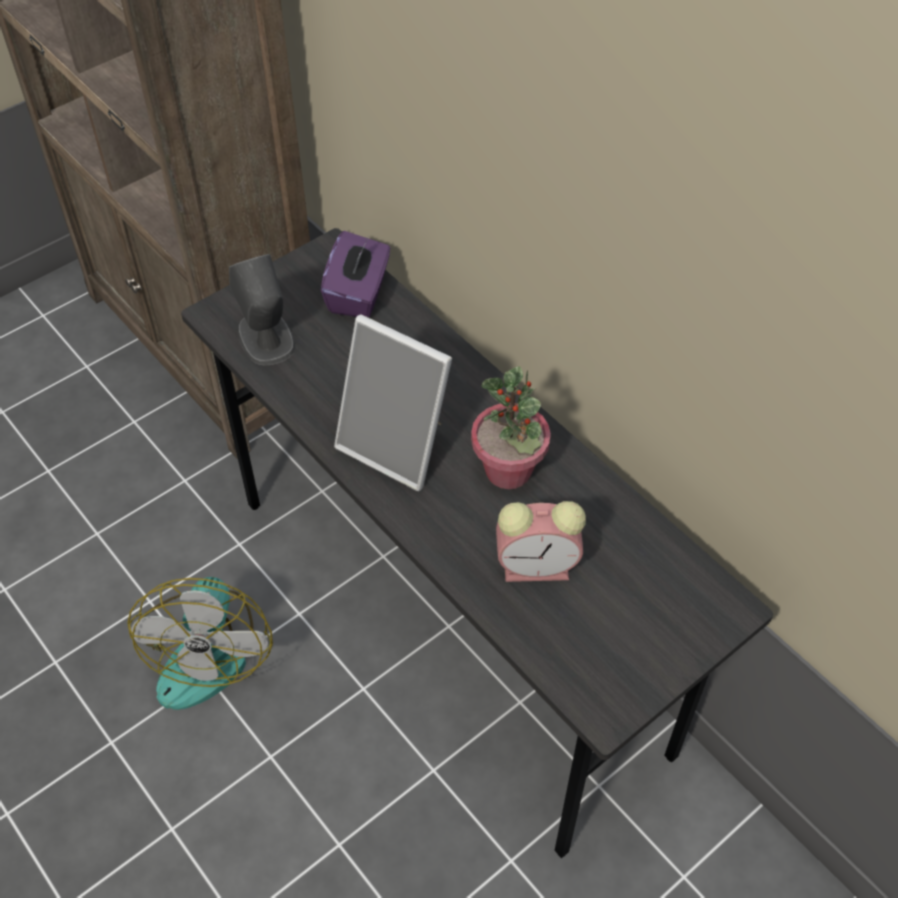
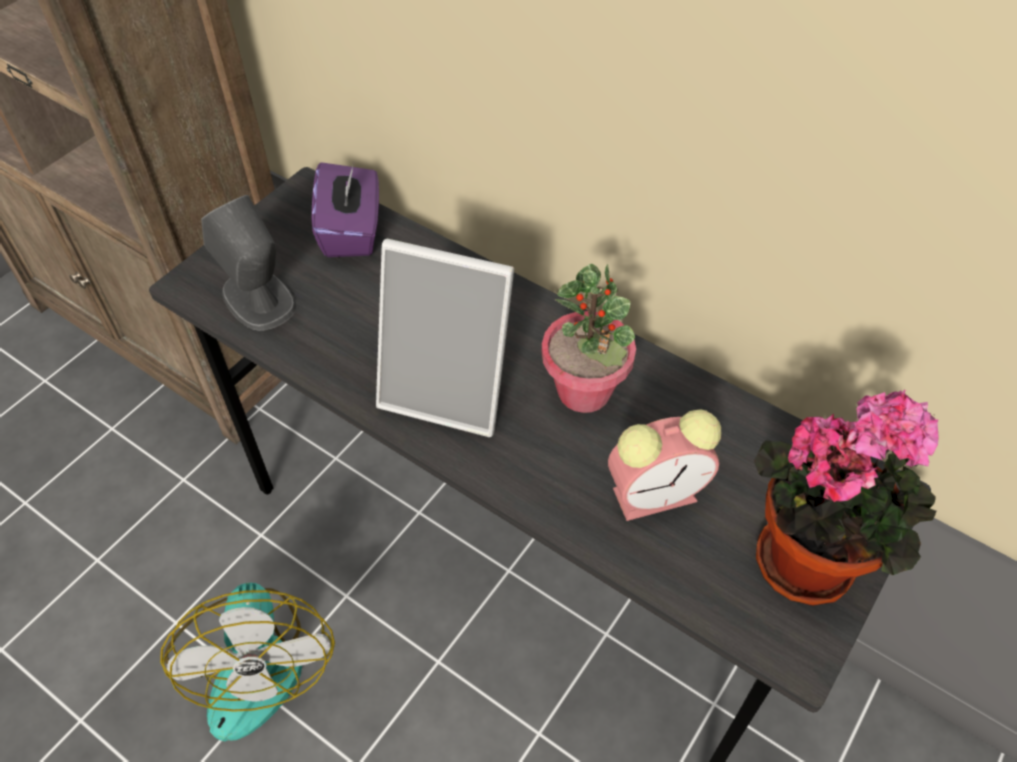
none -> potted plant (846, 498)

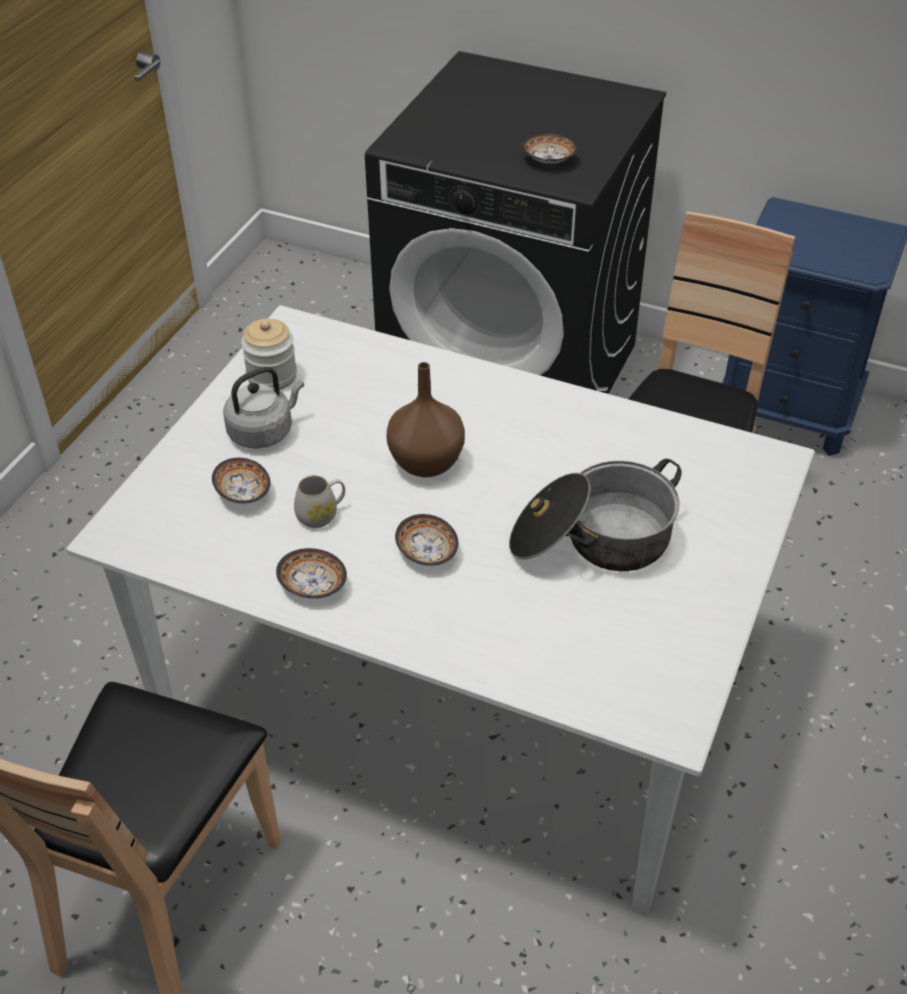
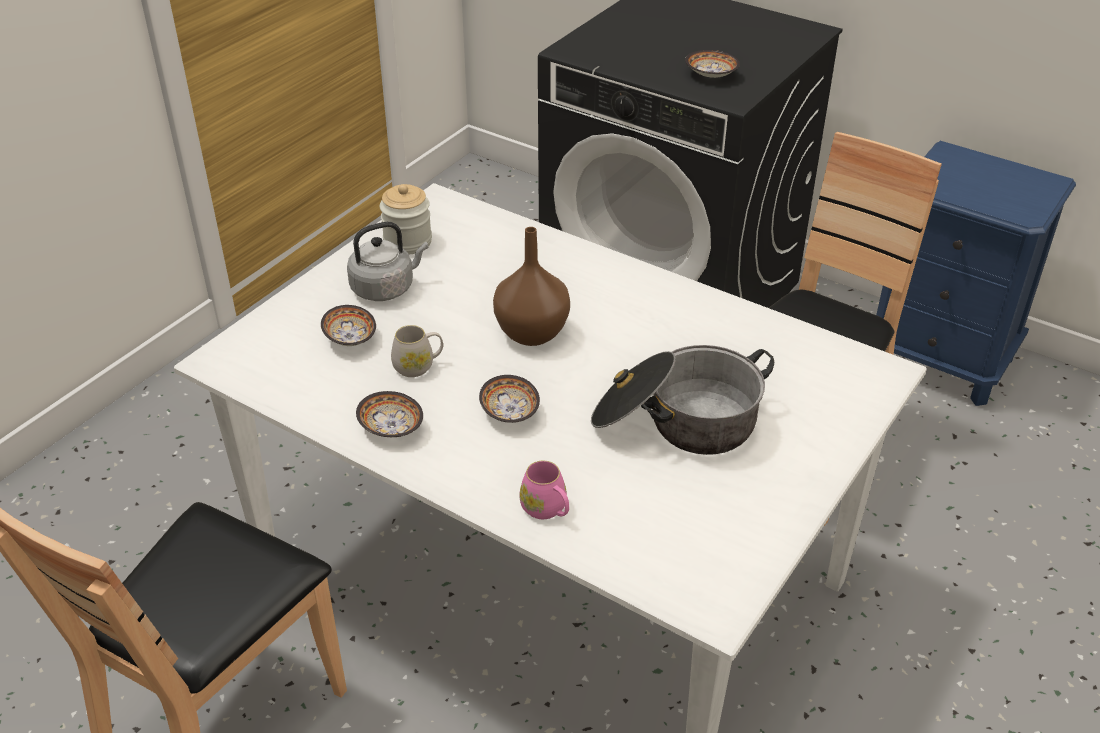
none -> mug/pink (544, 490)

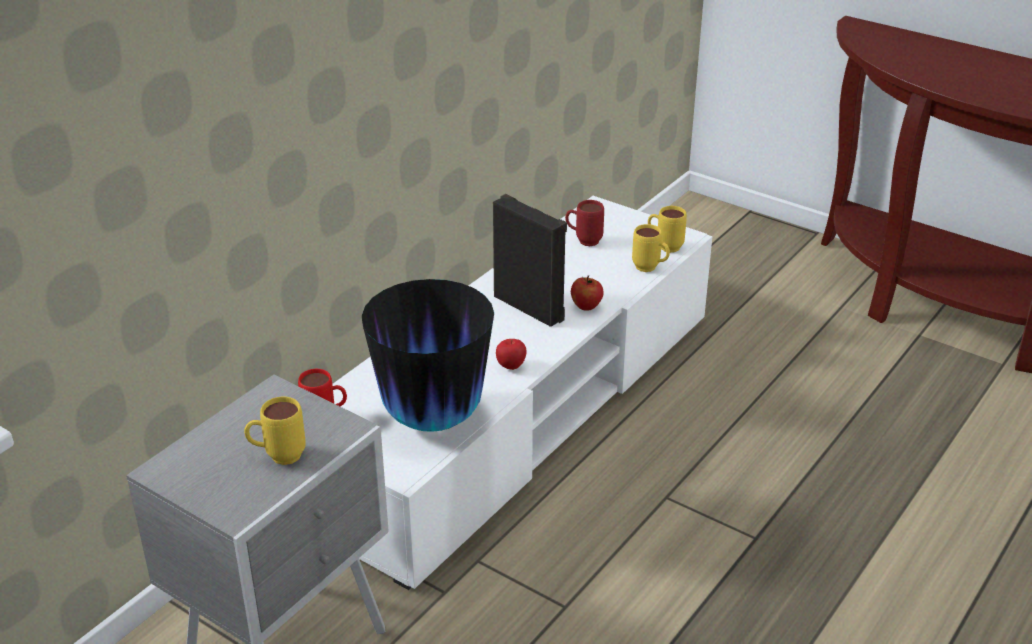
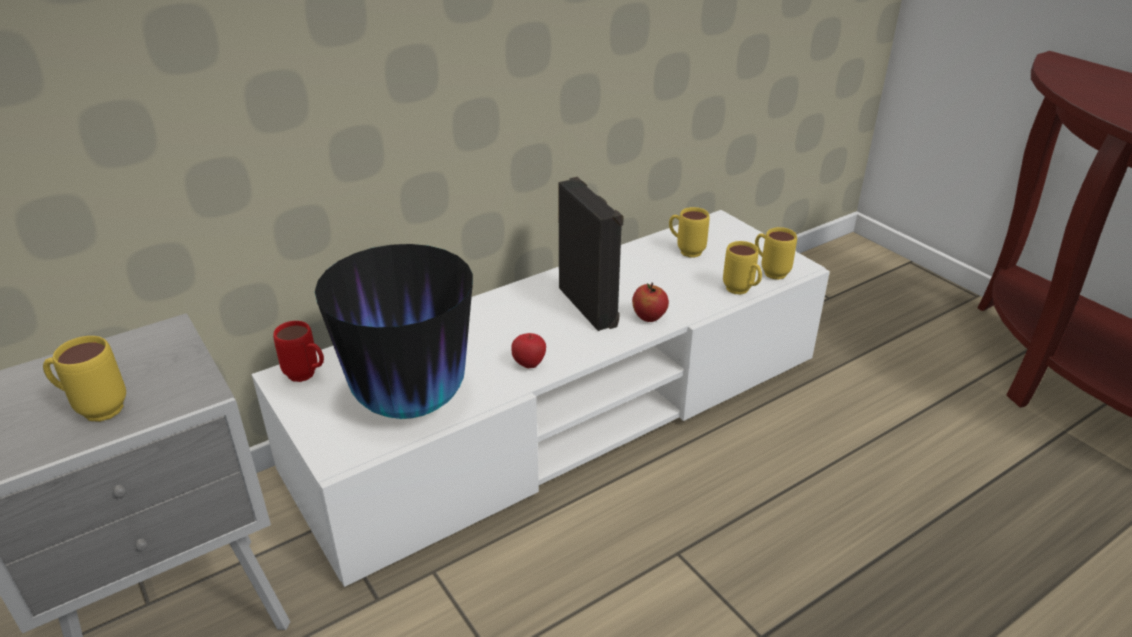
mug/red (584, 223) -> mug/yellow (689, 232)

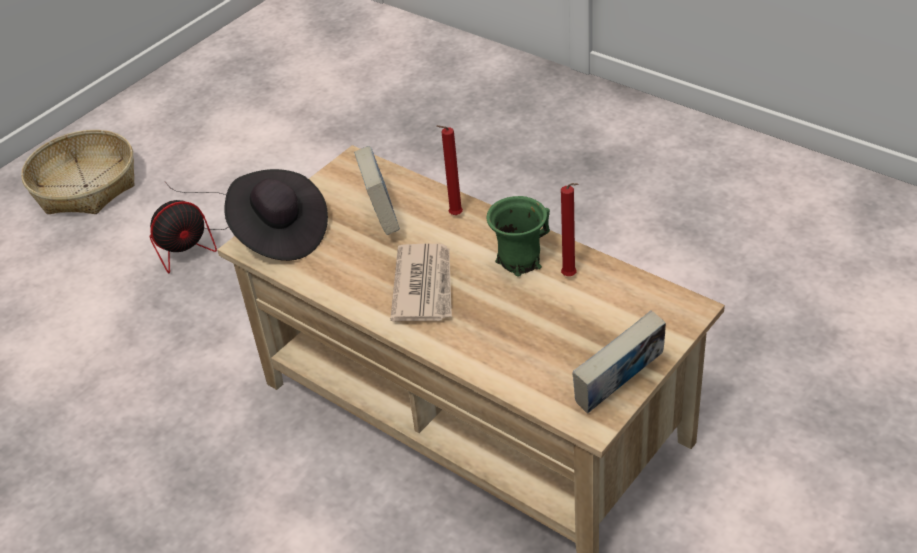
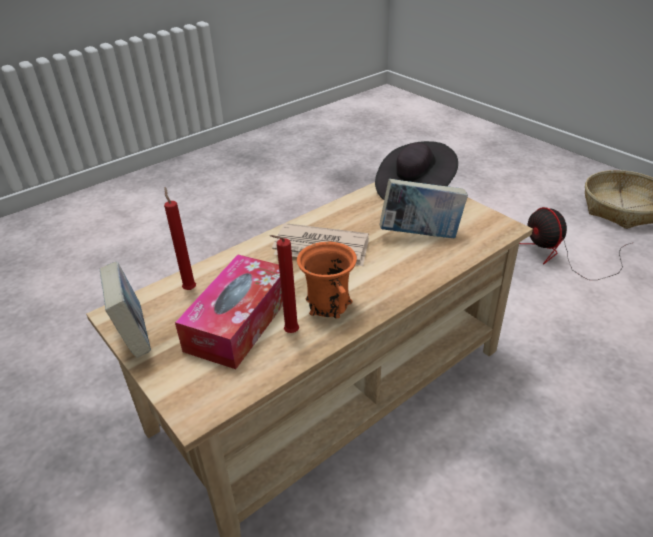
candle/red (449, 170) -> candle/red (180, 238), move
mug/green (518, 236) -> mug/orange (327, 280)
none -> tissue box (229, 312)

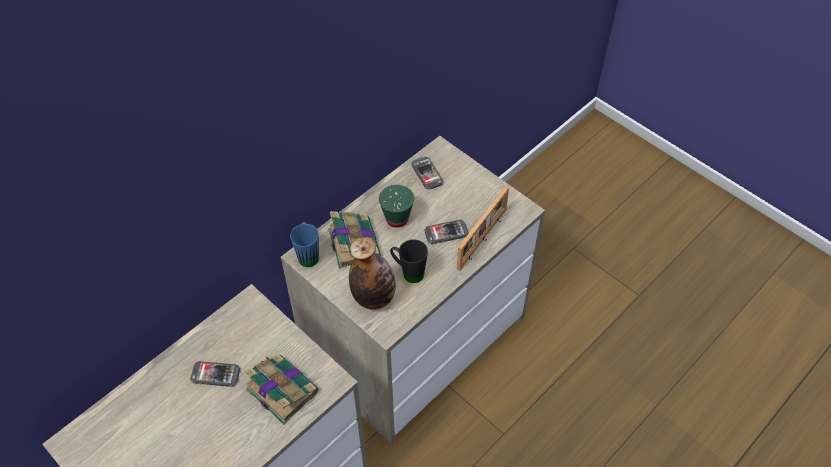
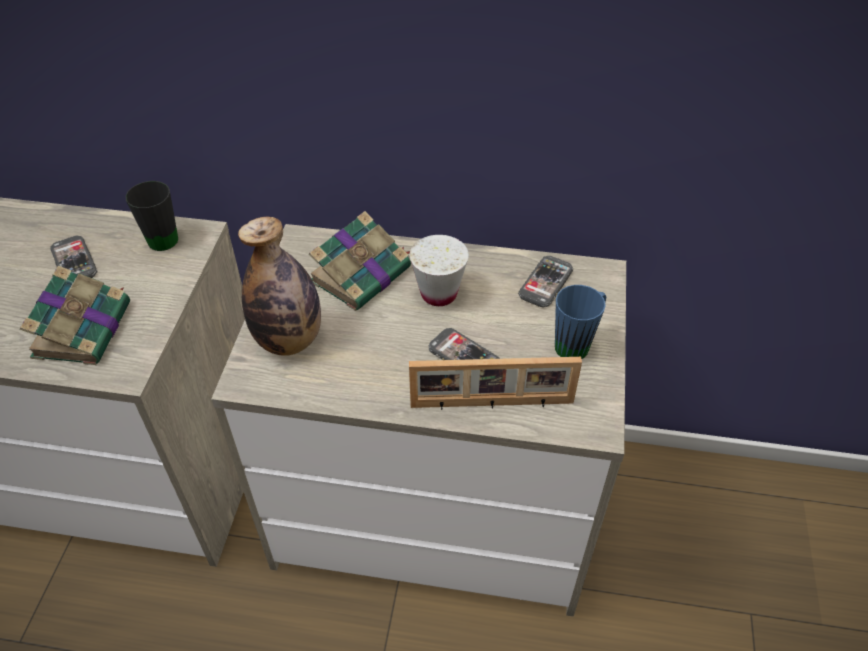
mug/blue (304, 244) -> mug/blue (580, 322), move
cup/green (396, 206) -> cup/white (439, 270)
mug/black (409, 261) -> mug/black (152, 216), move

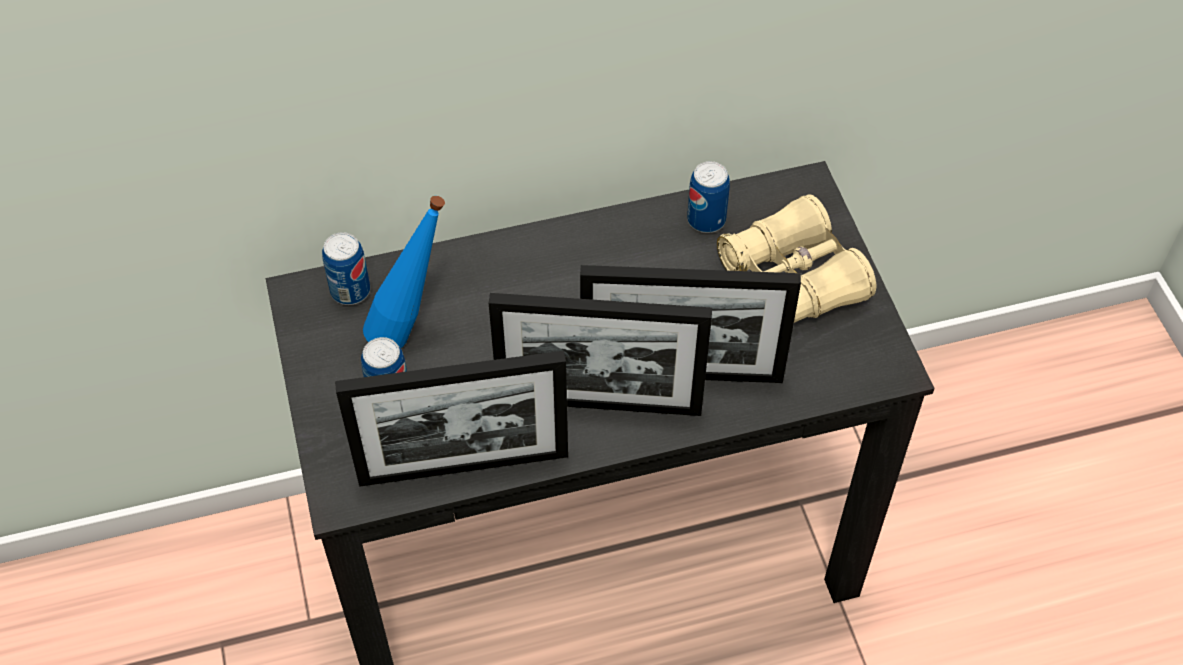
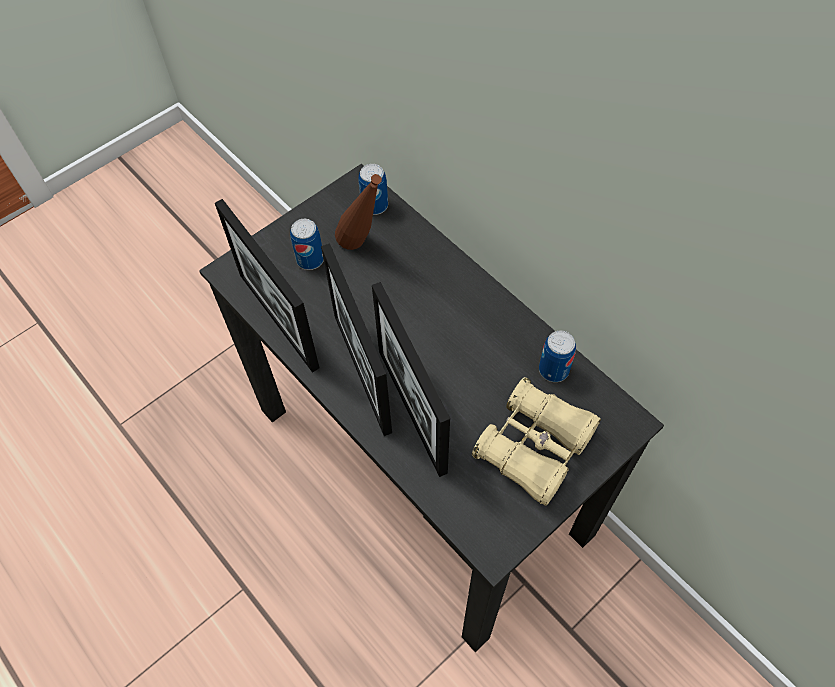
bottle/blue (404, 272) -> bottle/brown (358, 212)

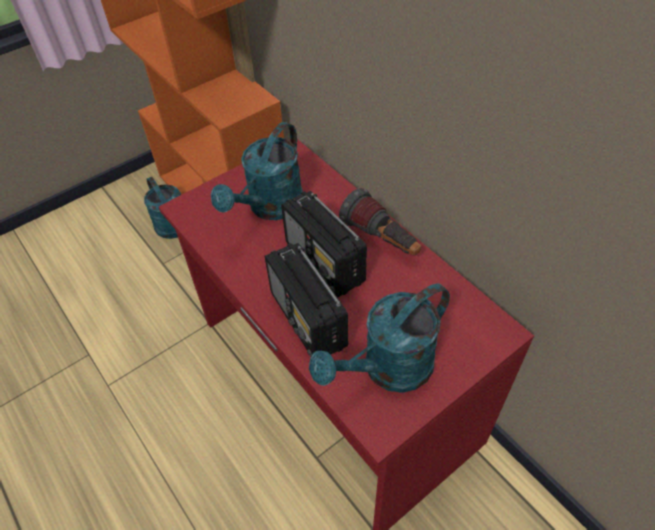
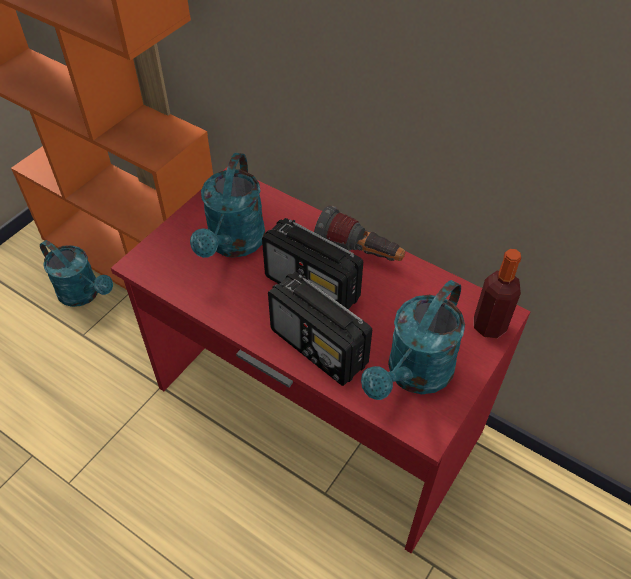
none -> bottle (497, 293)

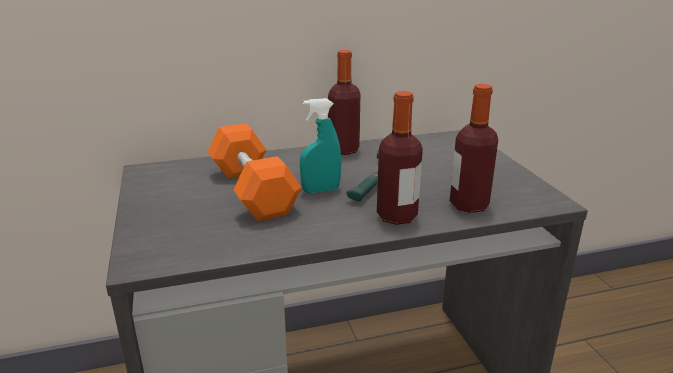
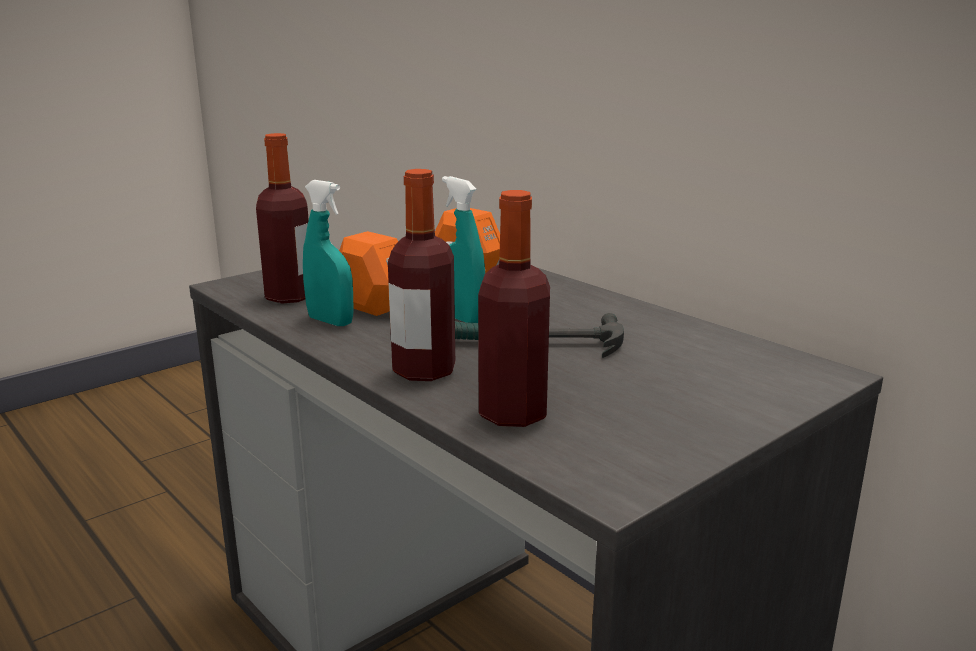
bottle (344, 102) -> bottle (282, 218), move
none -> spray bottle/turquoise (328, 253)

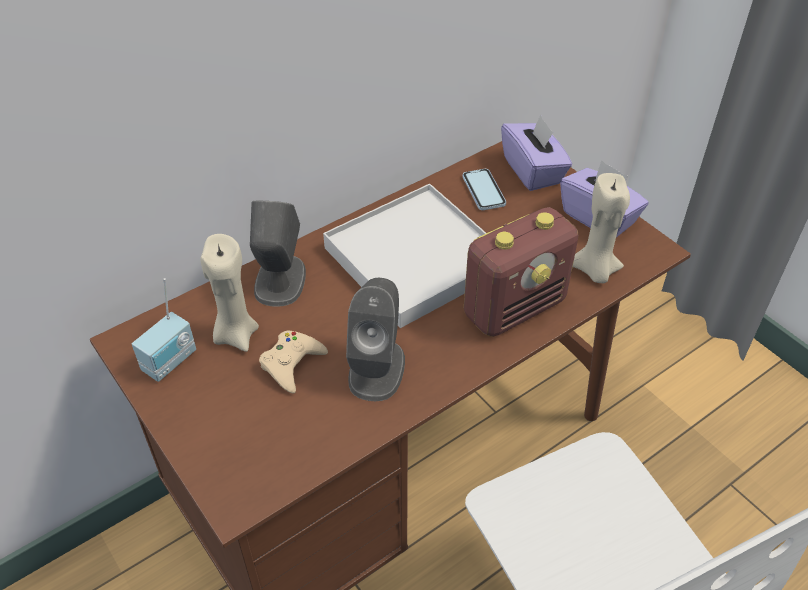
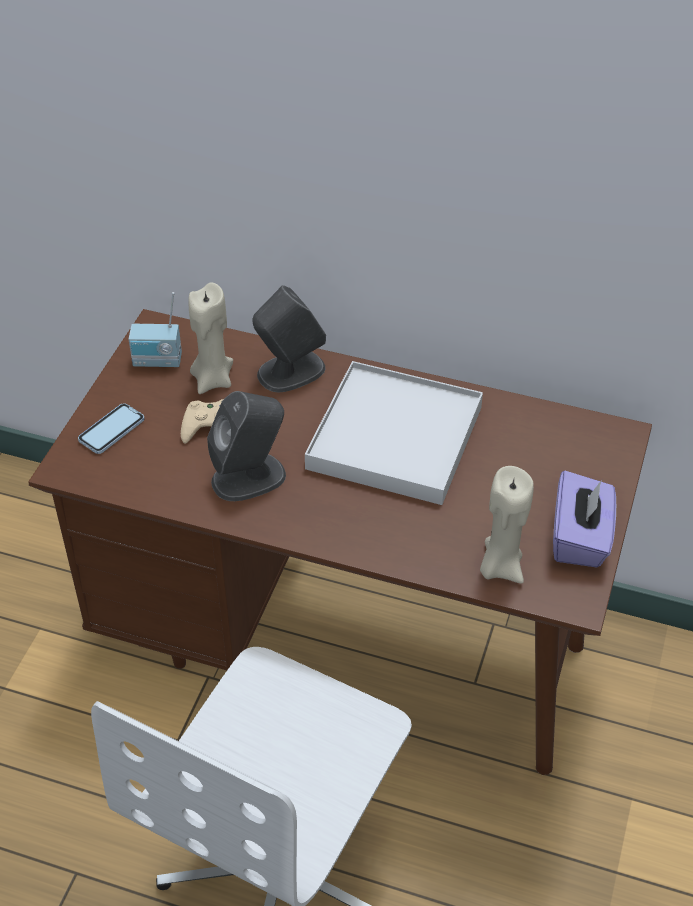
phone (484, 189) -> phone (111, 428), move
radio (521, 271) -> none
tissue box/purple (536, 153) -> none

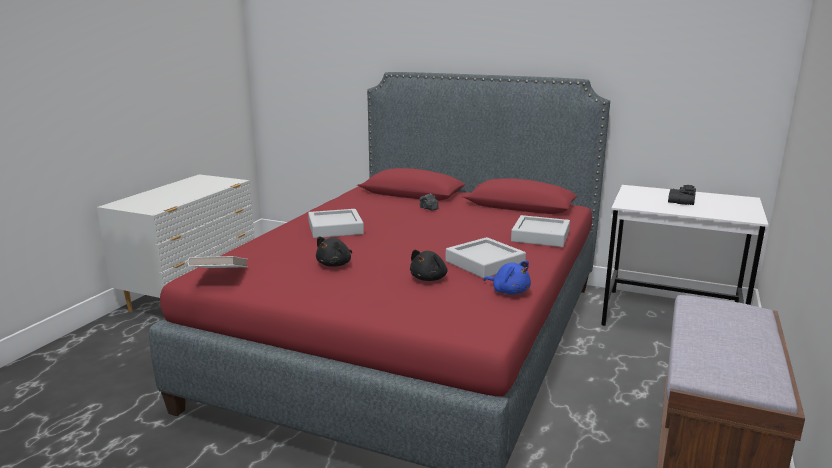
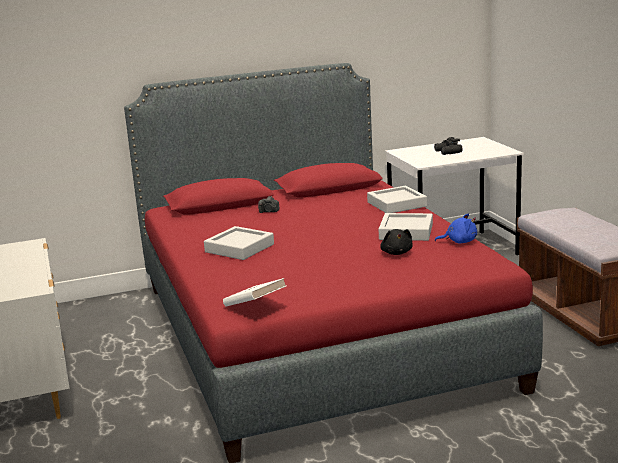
plush toy/black (334, 251) -> none

